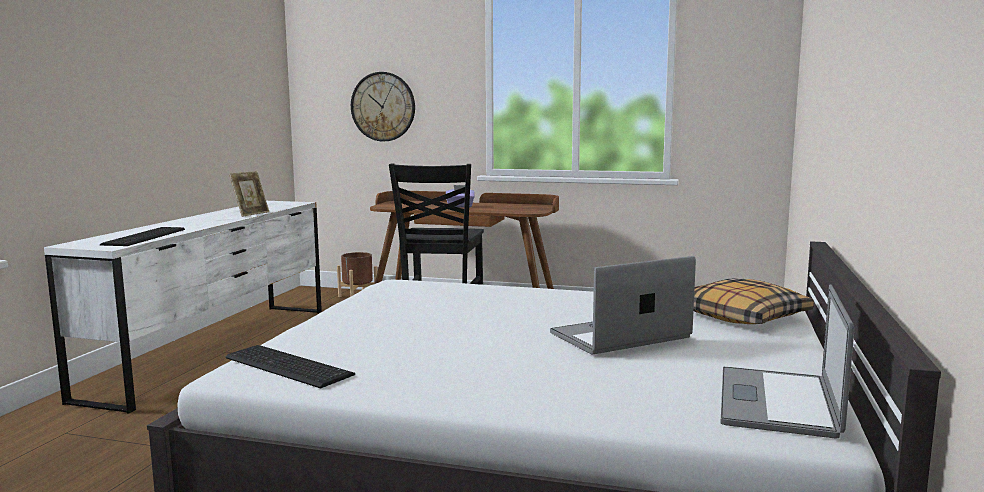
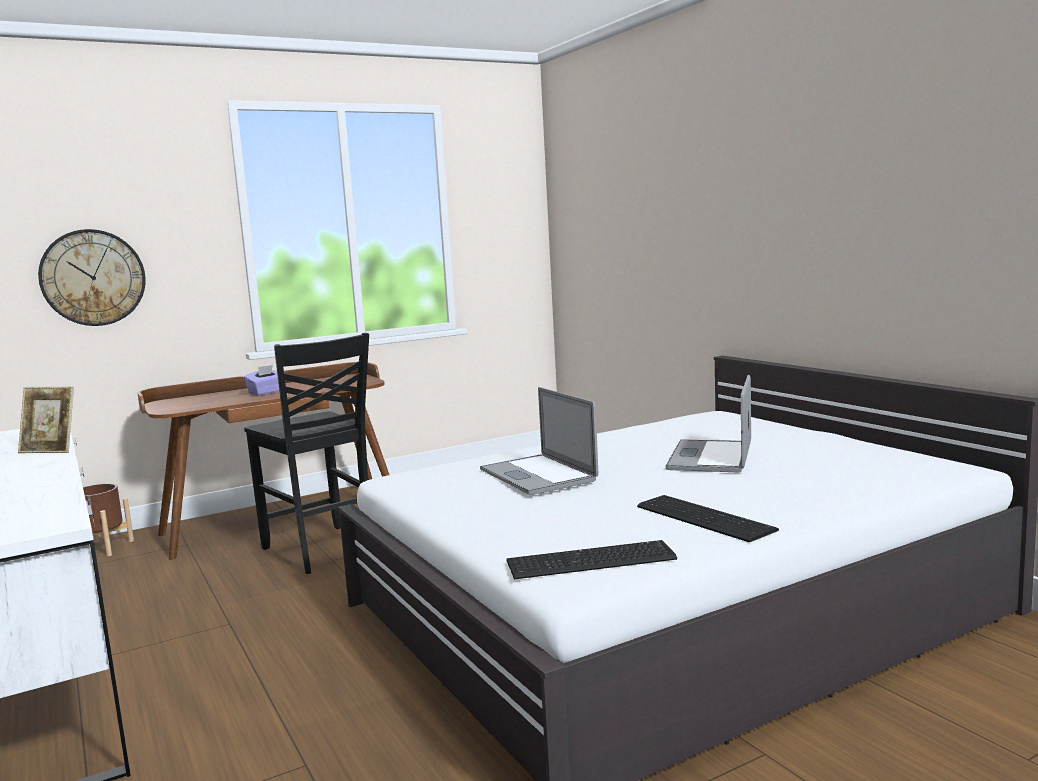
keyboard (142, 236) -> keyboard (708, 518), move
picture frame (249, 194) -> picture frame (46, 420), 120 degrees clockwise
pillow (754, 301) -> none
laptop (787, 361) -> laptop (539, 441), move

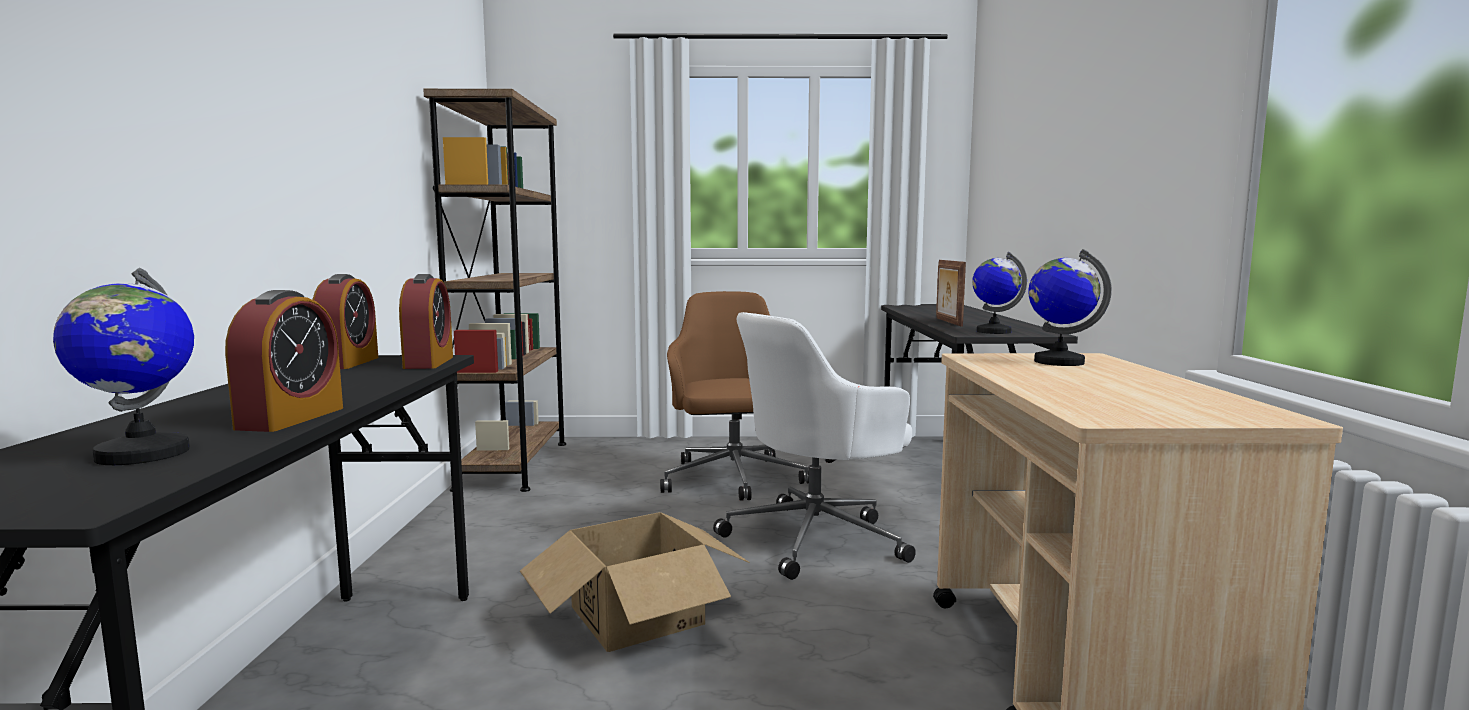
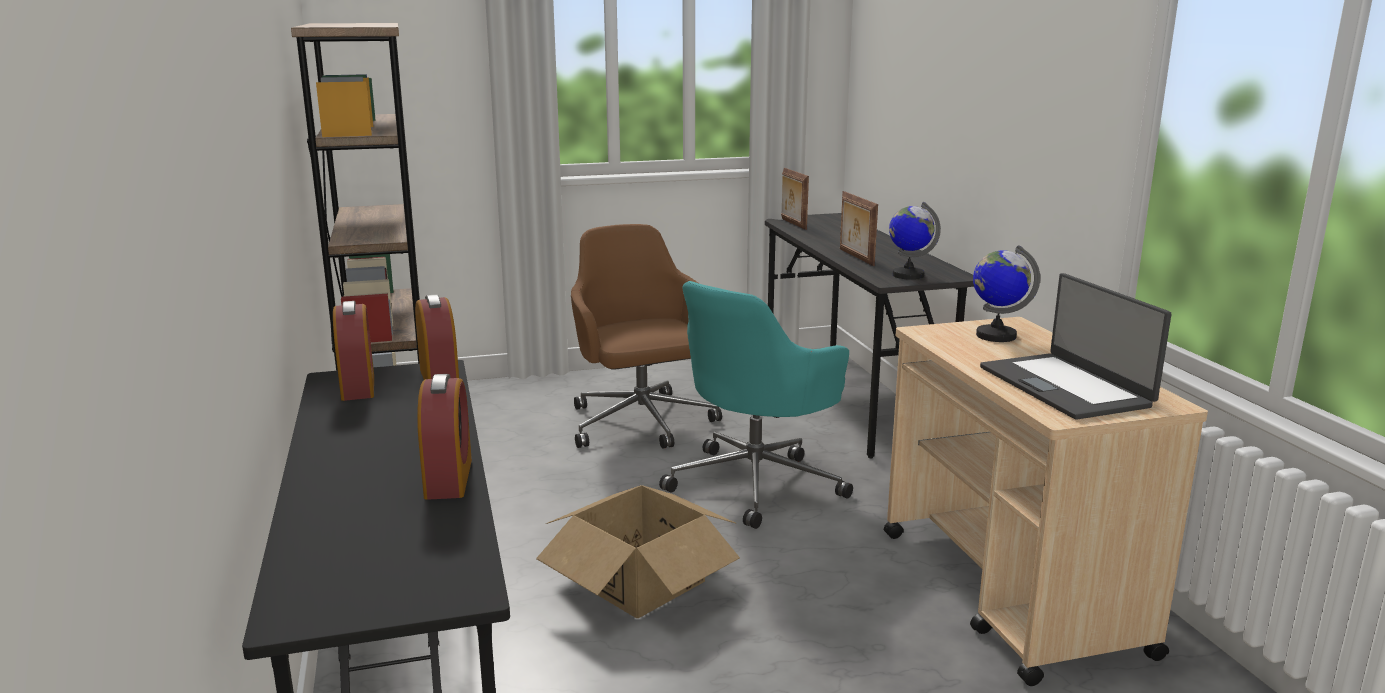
globe (123, 366) -> none
office chair/white (814, 446) -> office chair/turquoise (756, 405)
none -> picture frame (795, 199)
none -> laptop (1075, 346)

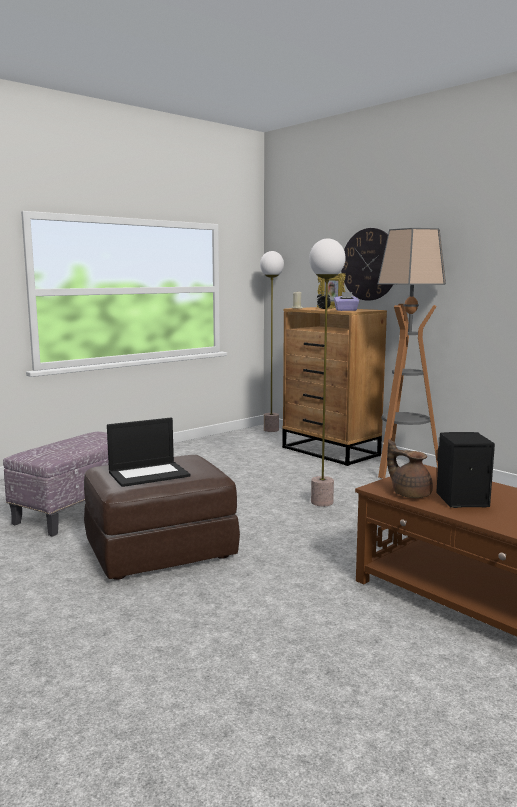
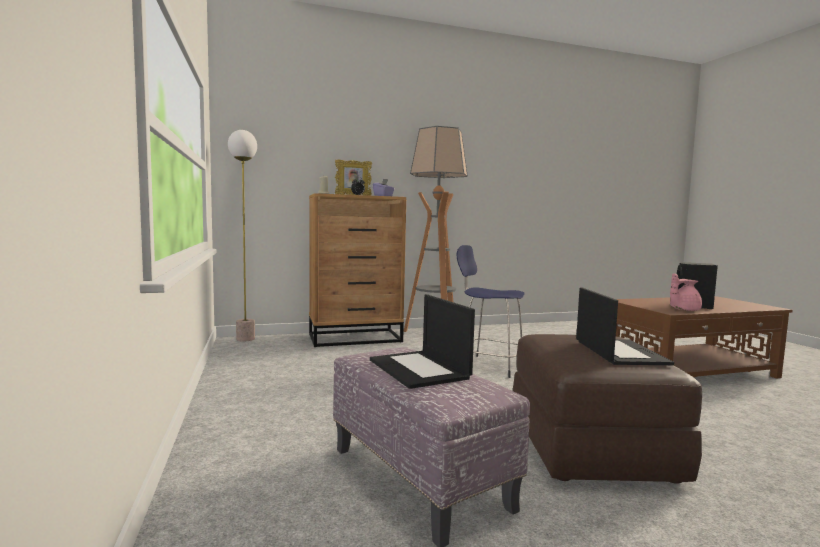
floor lamp (327, 372) -> stool/blue (491, 311)
wall clock (367, 264) -> none
teapot/brown (410, 468) -> teapot/pink (686, 292)
none -> laptop (422, 341)

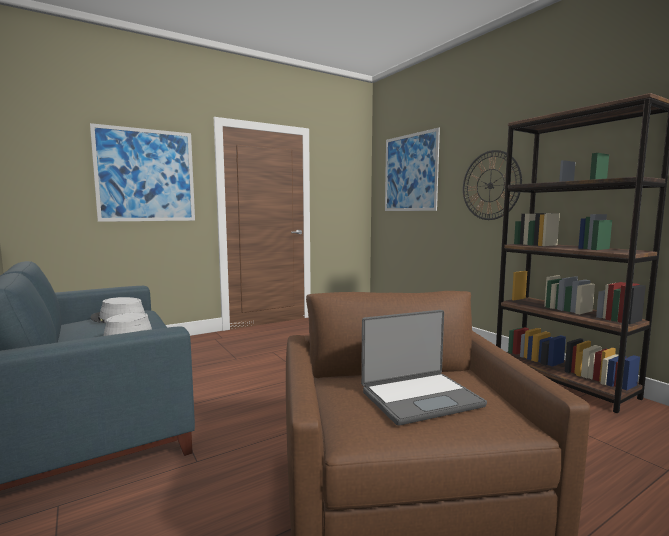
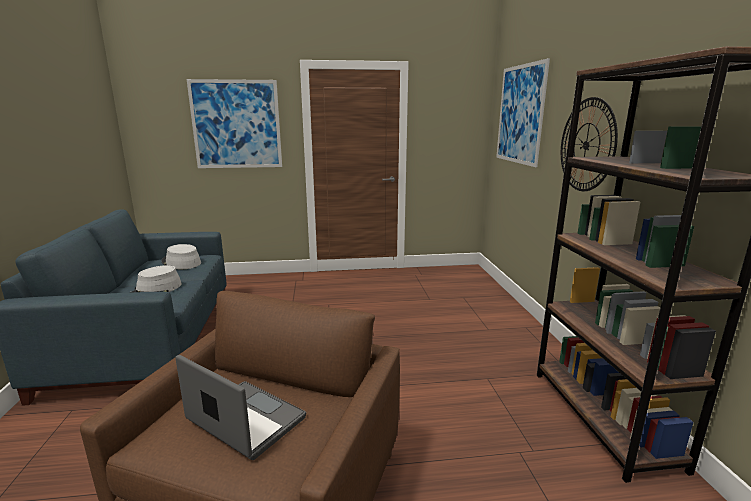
laptop (424, 368) -> laptop (240, 407), 150 degrees counterclockwise

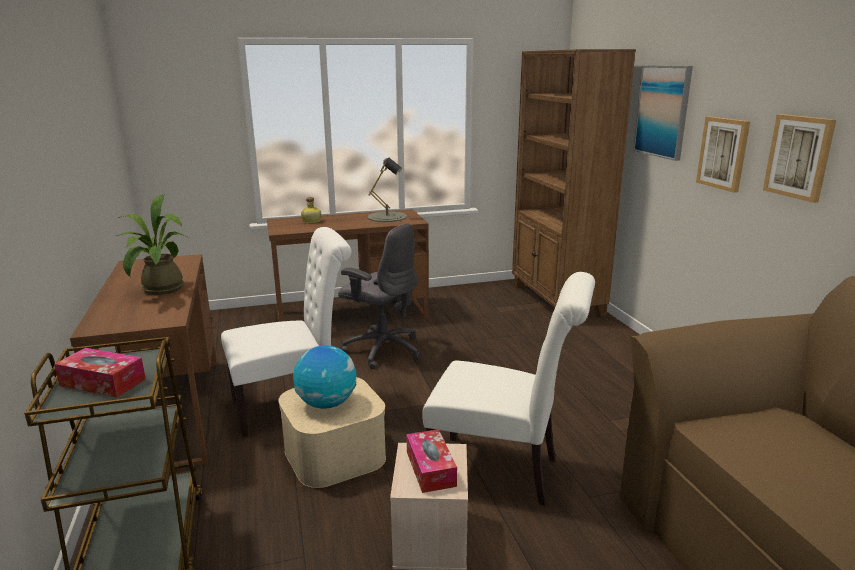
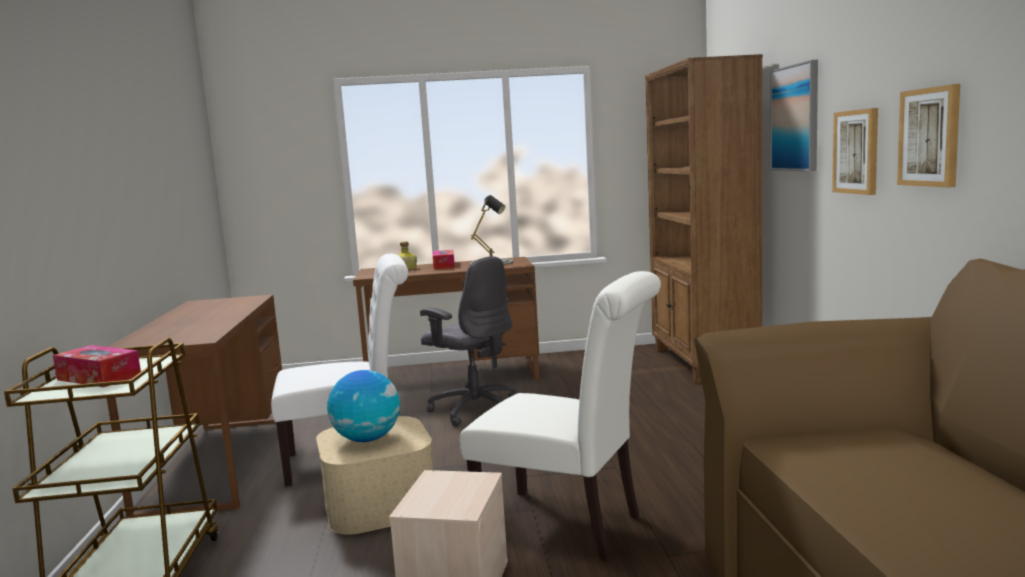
potted plant (152, 245) -> none
tissue box (432, 461) -> tissue box (444, 259), move

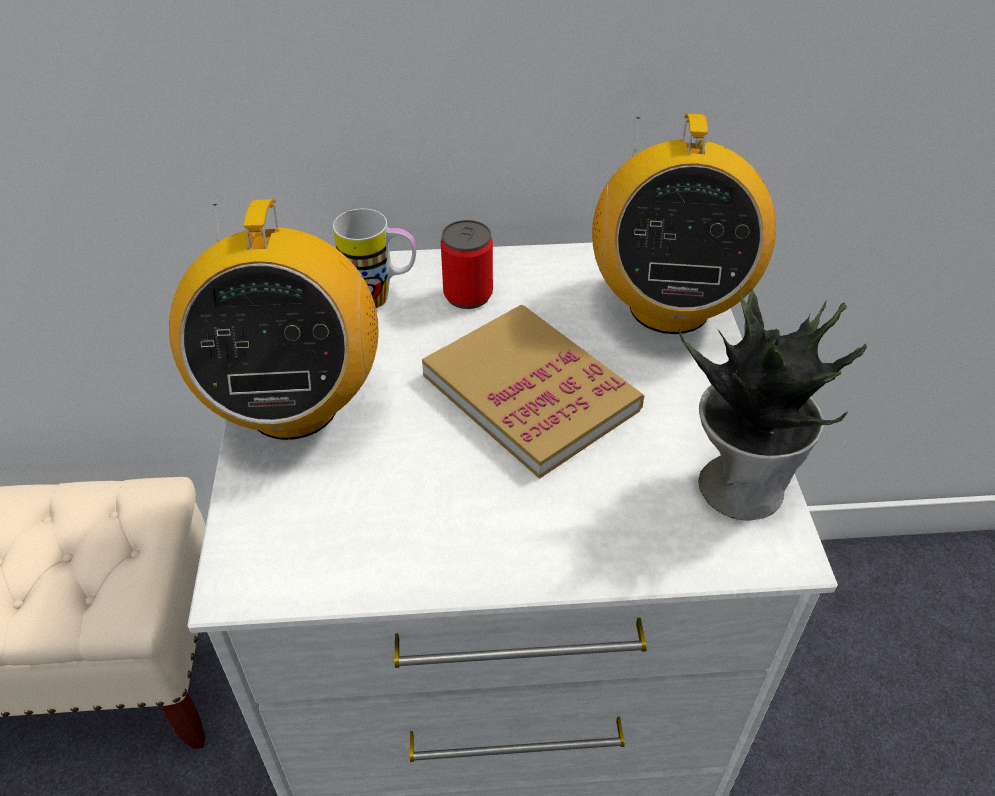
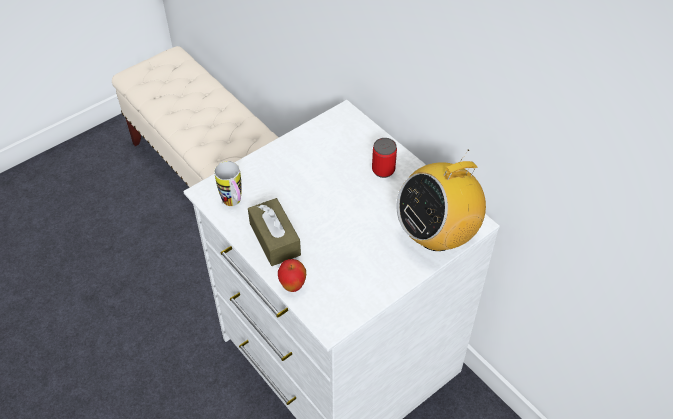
radio (274, 319) -> none
mug (374, 258) -> mug (228, 183), move
book (533, 391) -> none
potted plant (772, 403) -> none
none -> tissue box/brown (274, 232)
none -> apple (292, 275)

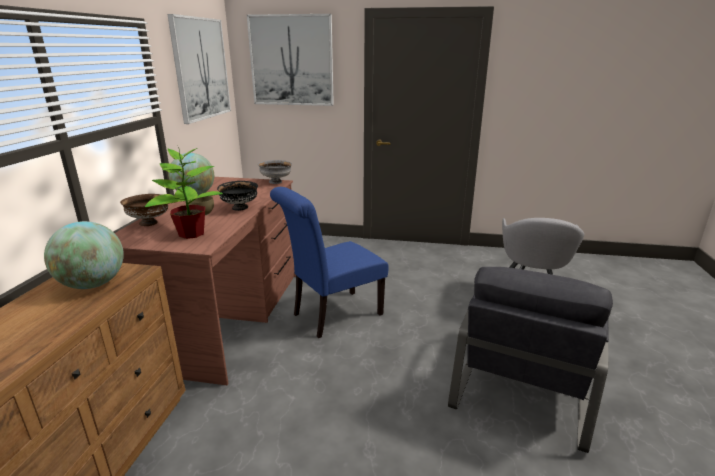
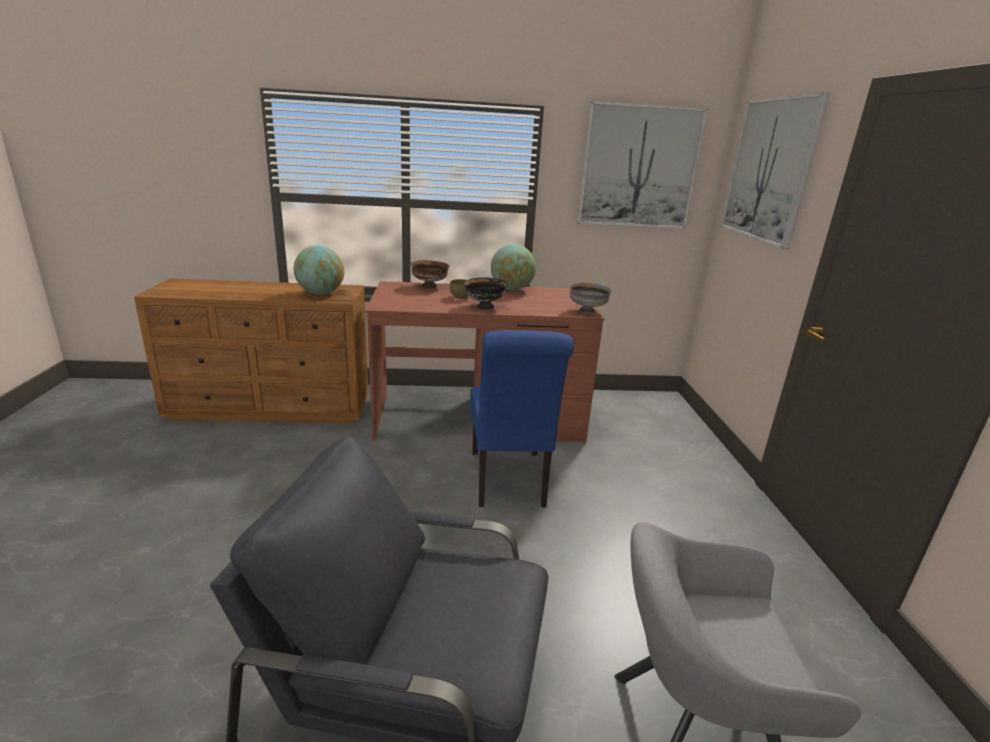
potted plant (184, 192) -> none
chair/blue (329, 262) -> chair/blue (522, 418), 135 degrees counterclockwise

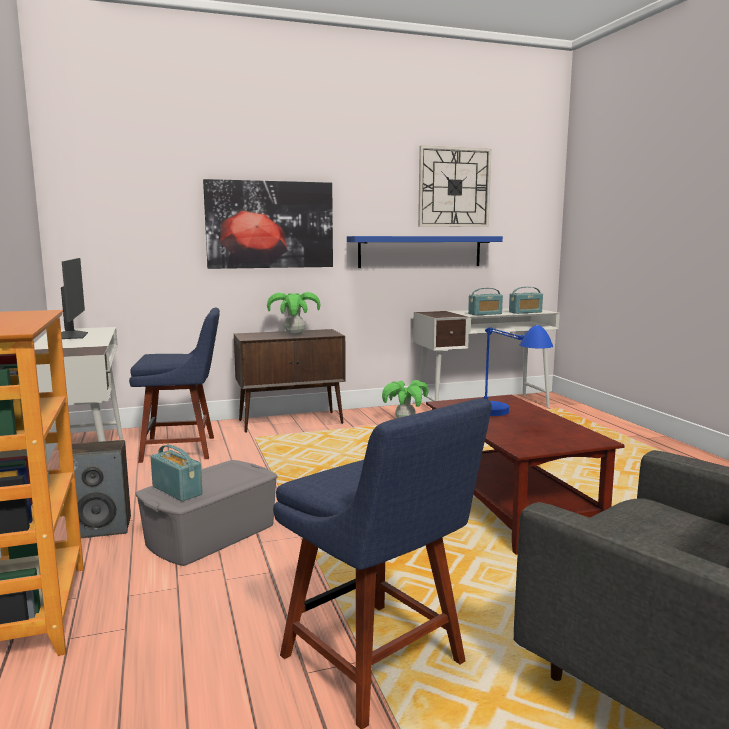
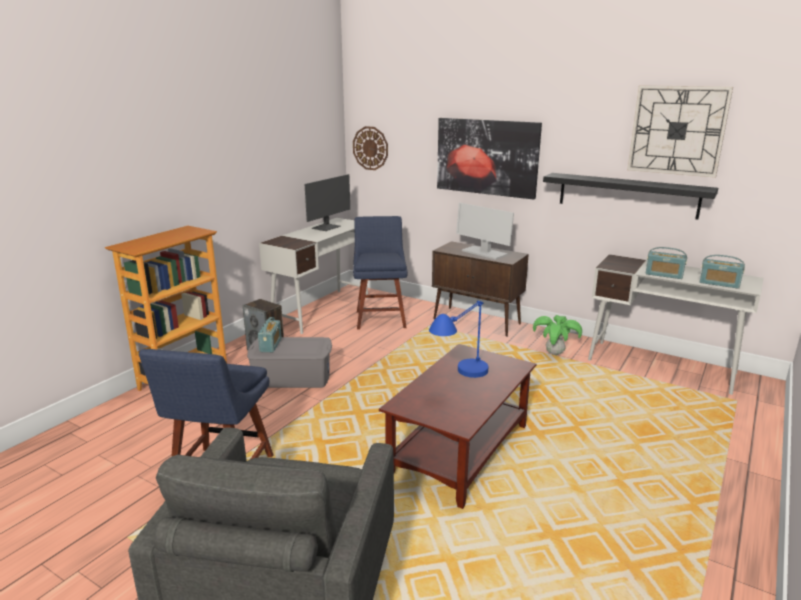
chair/blue (174, 385) -> chair/blue (380, 273), 135 degrees counterclockwise
potted plant (294, 313) -> monitor (485, 231)
shelf/blue (425, 252) -> shelf/black (630, 196)
none -> wall clock (370, 148)

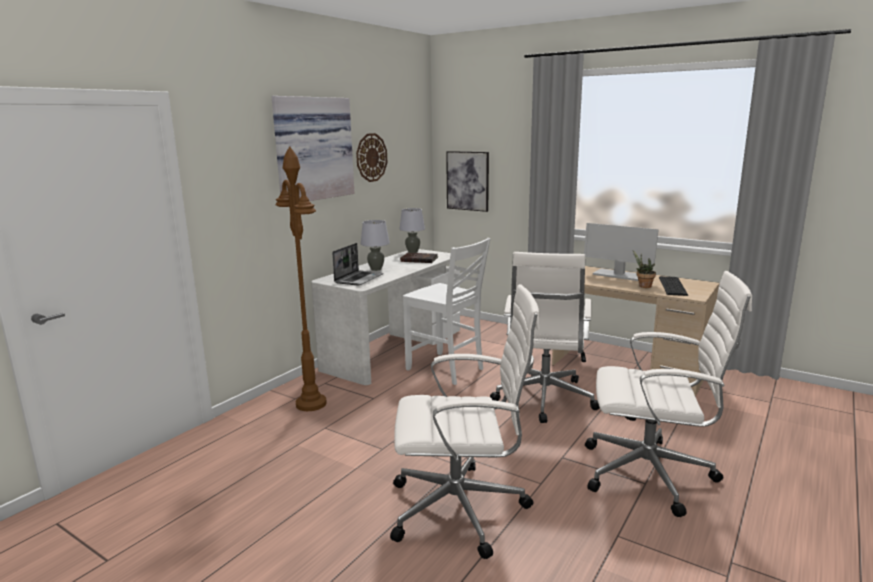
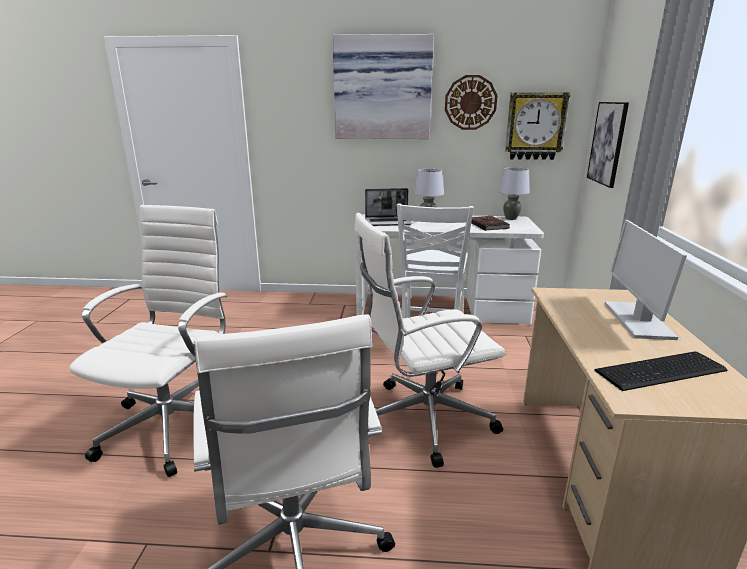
floor lamp/brown (301, 278) -> none
office chair/white (465, 421) -> office chair/white (148, 341), 135 degrees counterclockwise
potted plant (644, 269) -> none
none -> wall clock (537, 126)

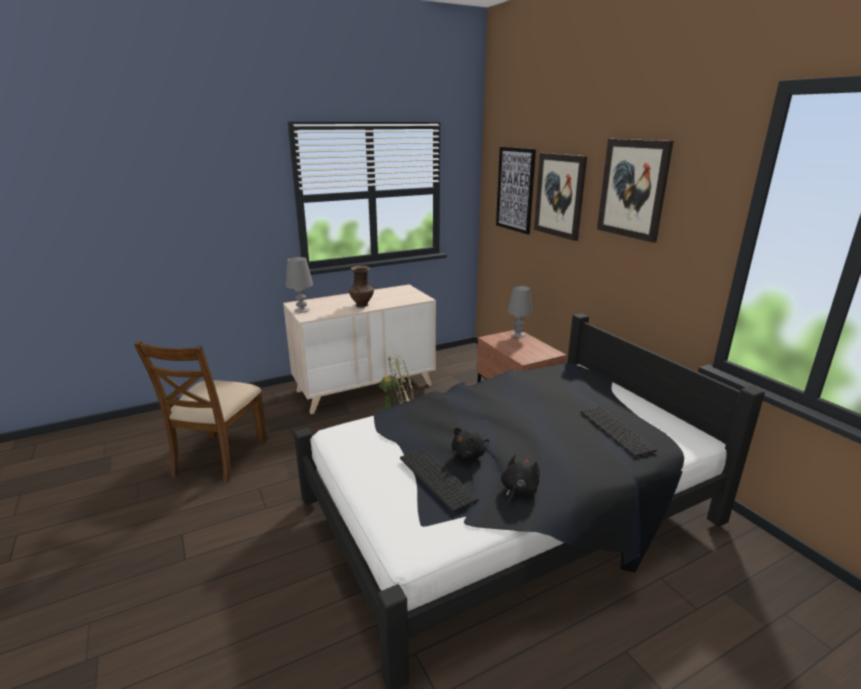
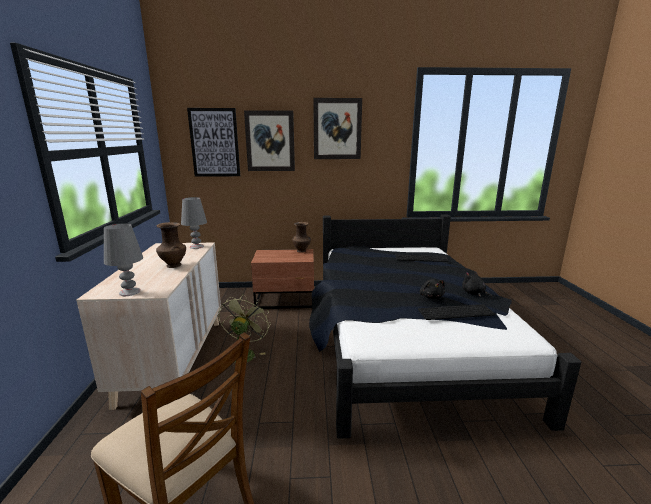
table lamp/grey (520, 312) -> table lamp/grey (194, 223), move
none -> vase/brown (301, 237)

